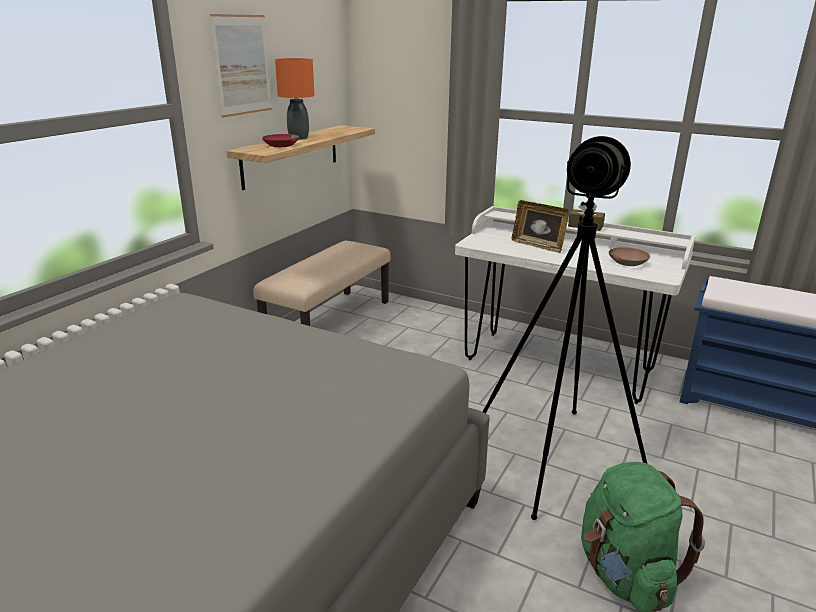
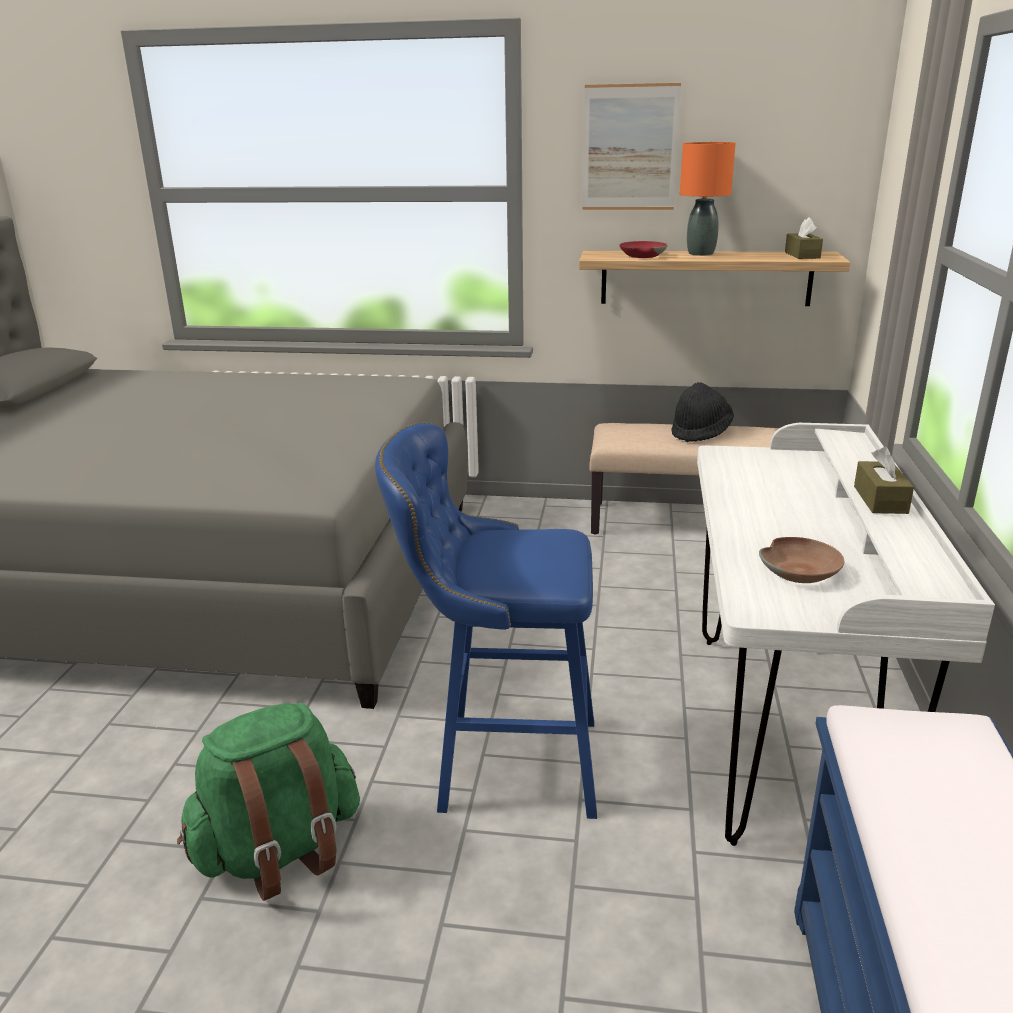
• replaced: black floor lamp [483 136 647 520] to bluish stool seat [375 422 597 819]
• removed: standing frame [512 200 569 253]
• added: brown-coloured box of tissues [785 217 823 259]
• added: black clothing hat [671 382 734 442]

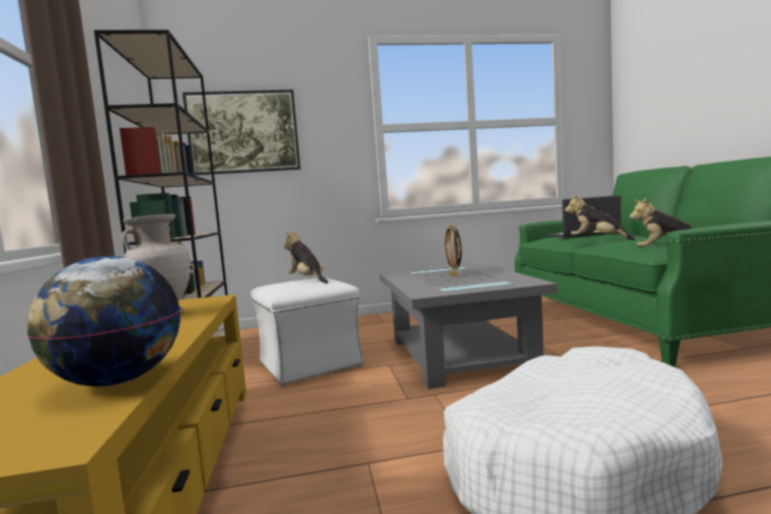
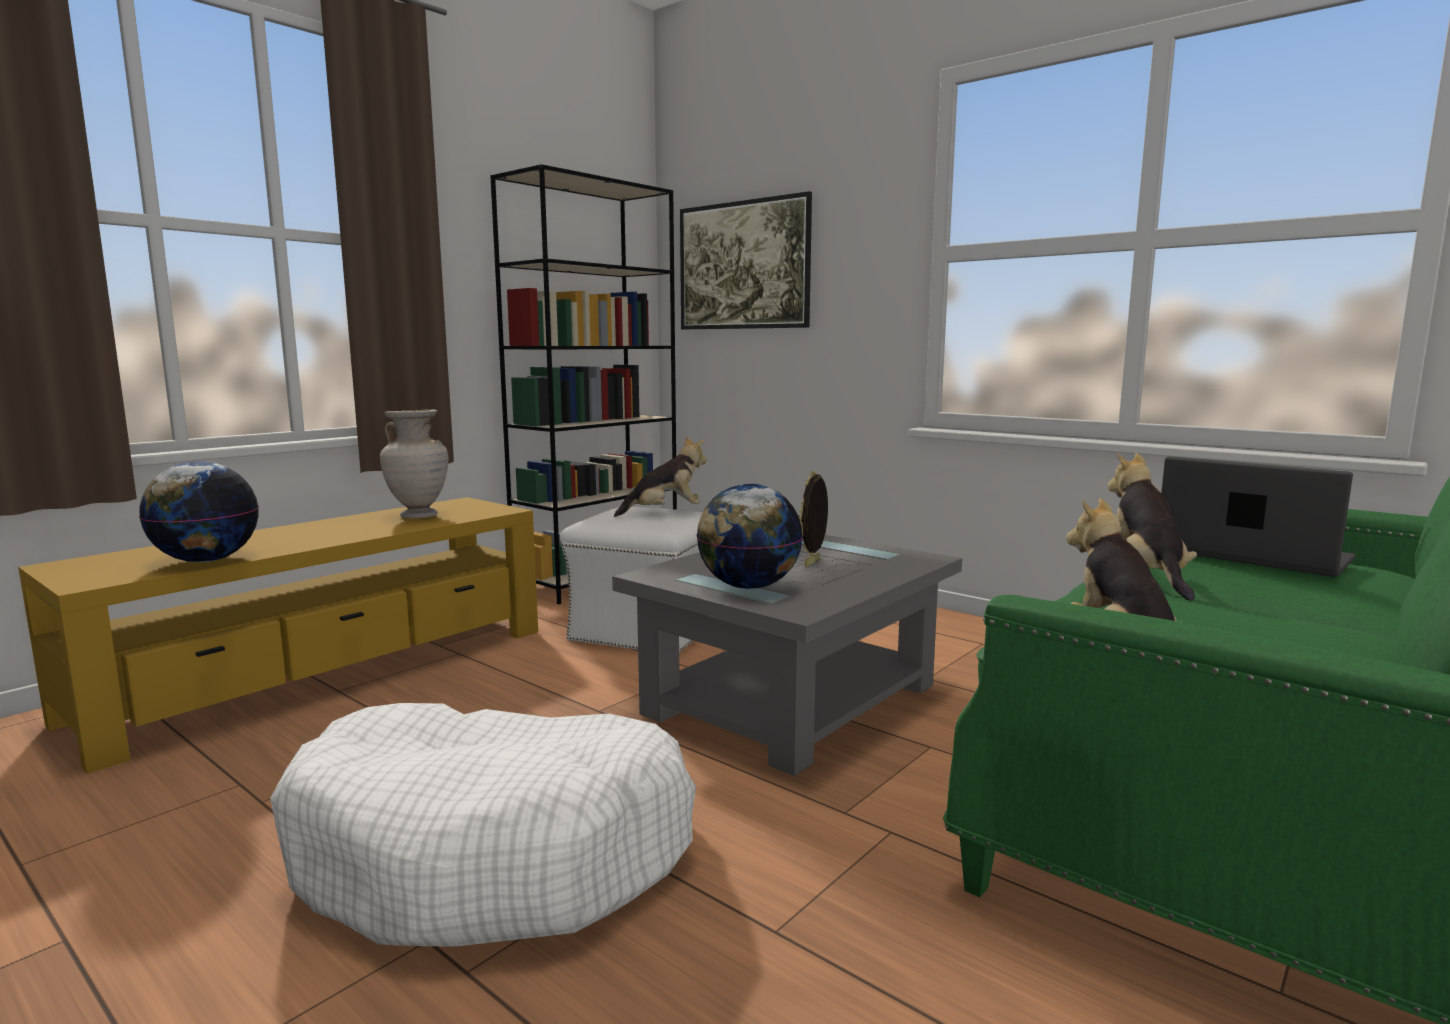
• turned: cuddly toy [284 231 328 284] = [614 436 707 517] 60 degrees clockwise
• added: desk globe [697 484 803 589]

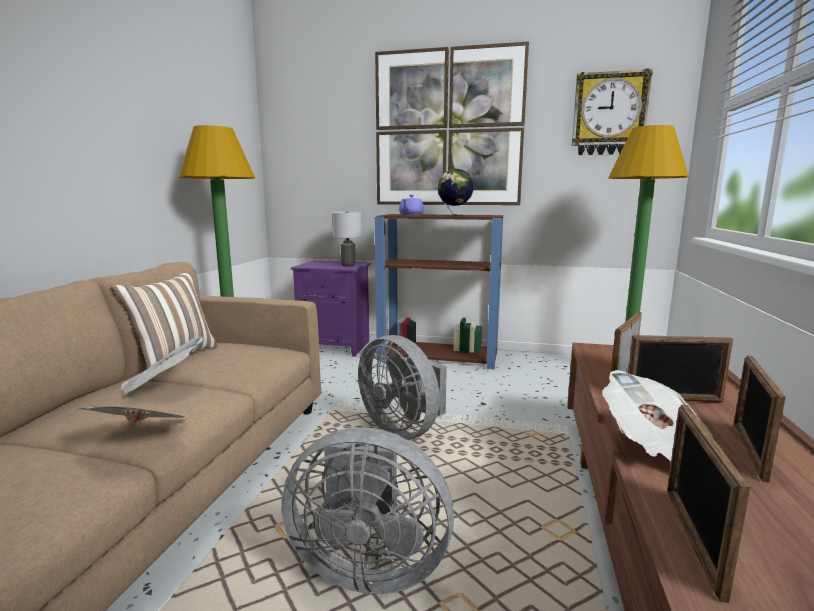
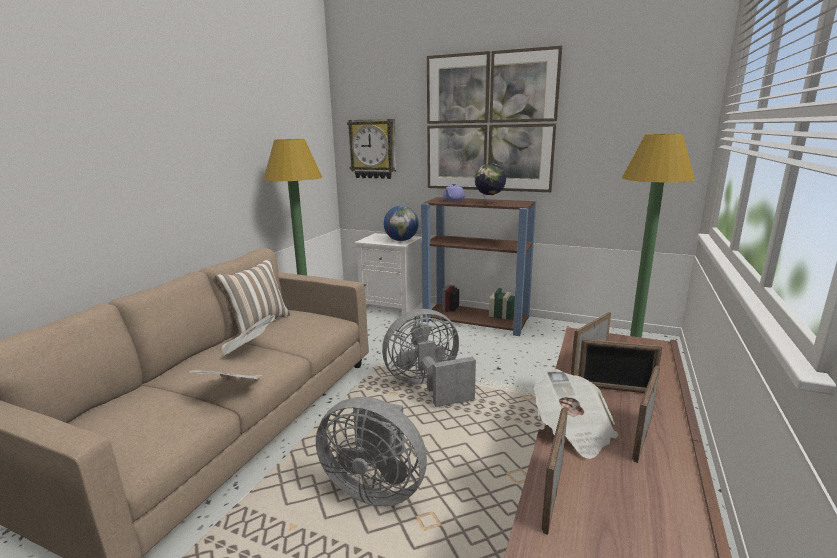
• moved: wall clock [572 68 653 155] to [347 119 396 179]
• replaced: white-coloured lamp for a table [332 211 362 266] to desk globe [384 206 419 241]
• recoloured: purple-coloured nightstand [291 261 371 357] to white-coloured nightstand [355 233 421 314]
• turned: gray cooling fan [358 335 447 440] = [382 309 476 407] 105 degrees clockwise

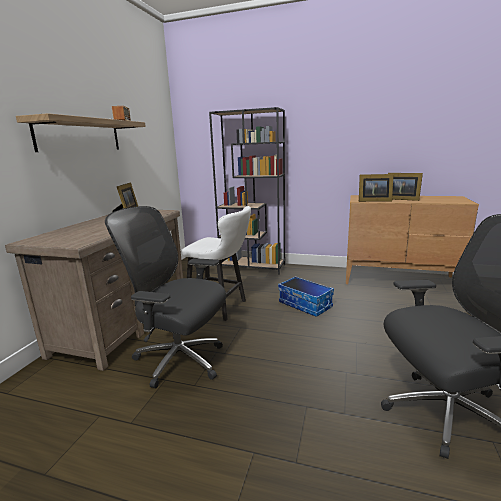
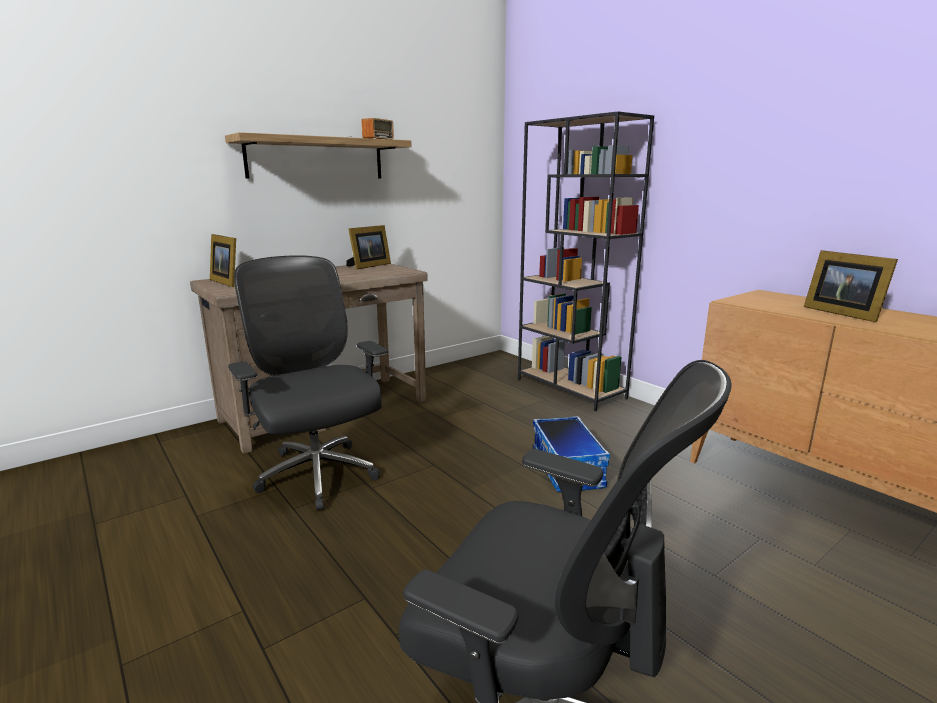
• moved: standing frame [359 174 394 202] to [210 234 236 287]
• removed: white-coloured stool seat [182 206 251 321]

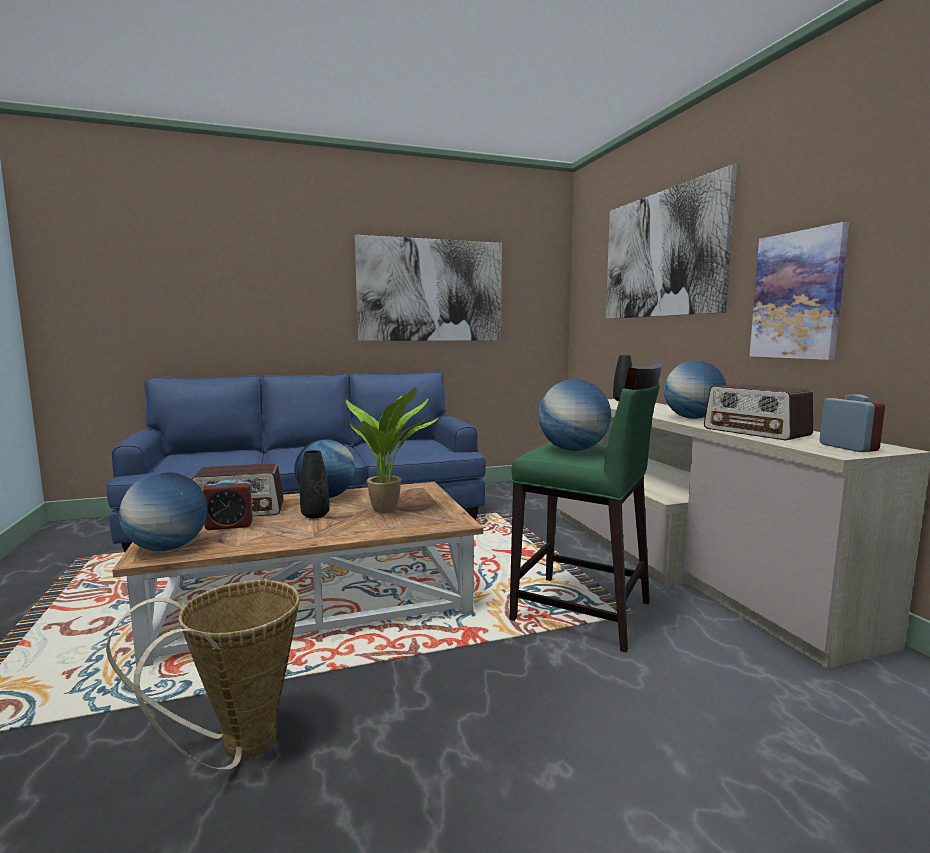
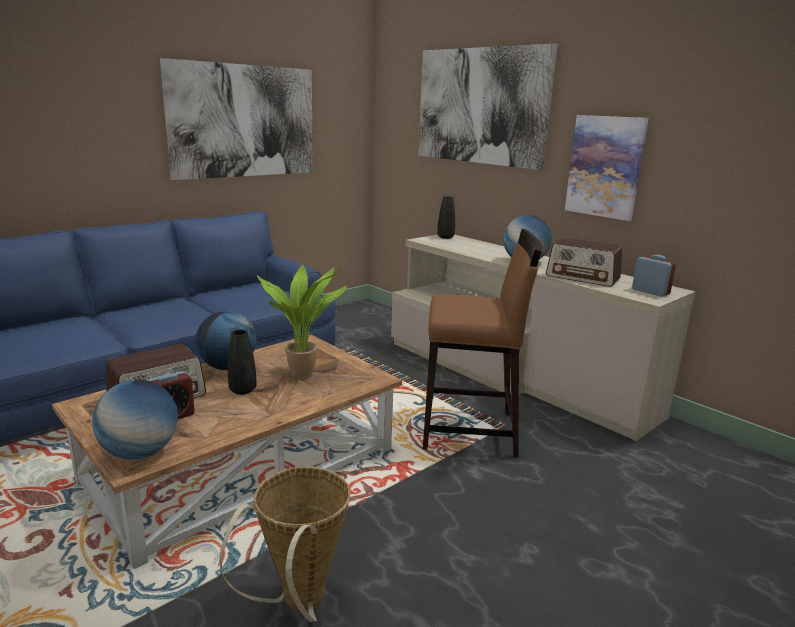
• recoloured: green-coloured stool seat [509 362 663 653] to brown-coloured stool seat [423 229 542 458]
• removed: desk globe [538 379 611 451]

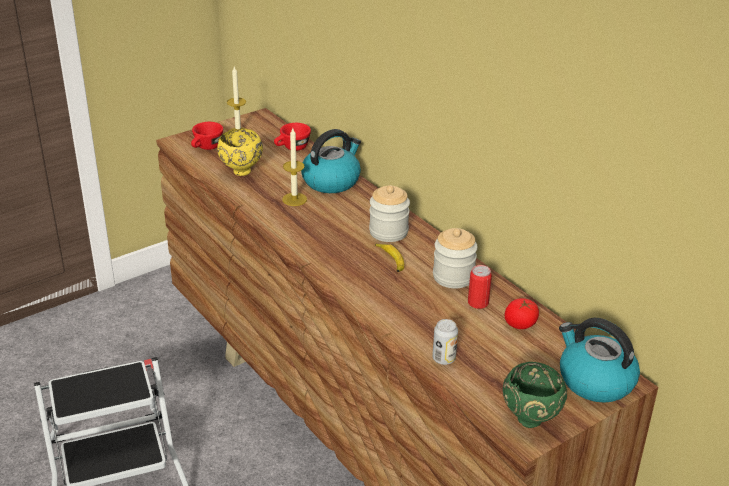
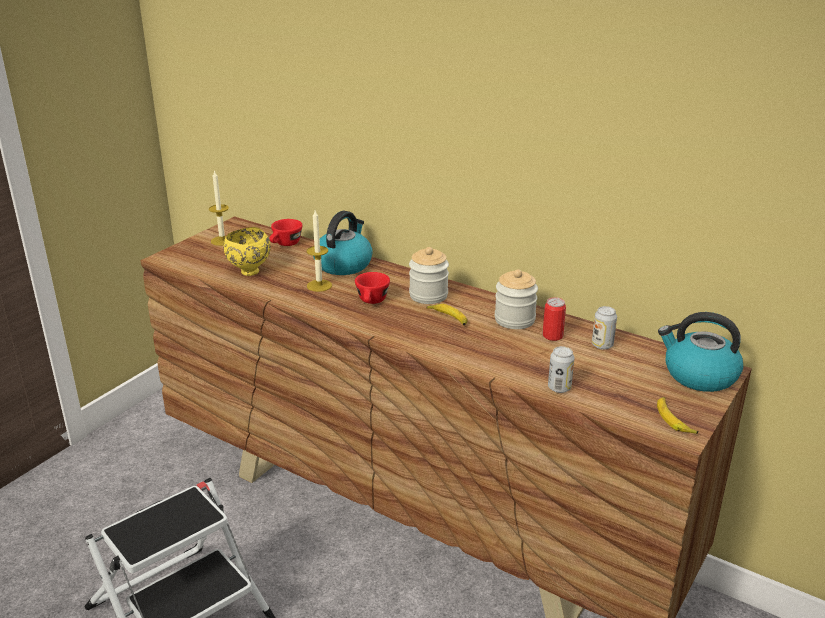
• moved: reddish cup [191 122 223 150] to [355 272 390 304]
• replaced: tomato [505 298 539 329] to sealed can [592 306 617 350]
• replaced: green-coloured deep dish [503 362 567 428] to banana [657 397 698 434]

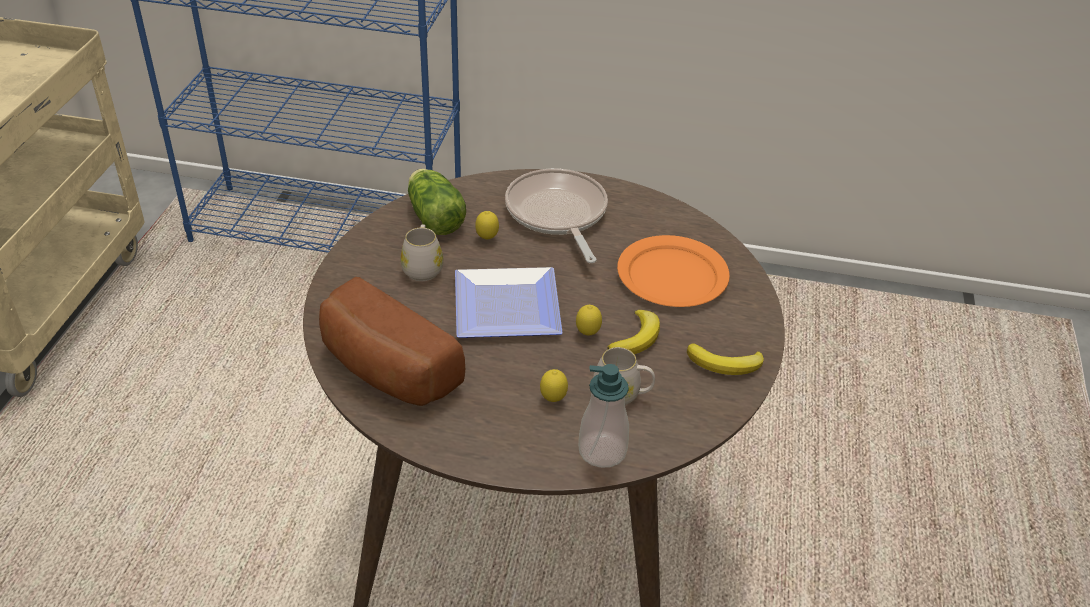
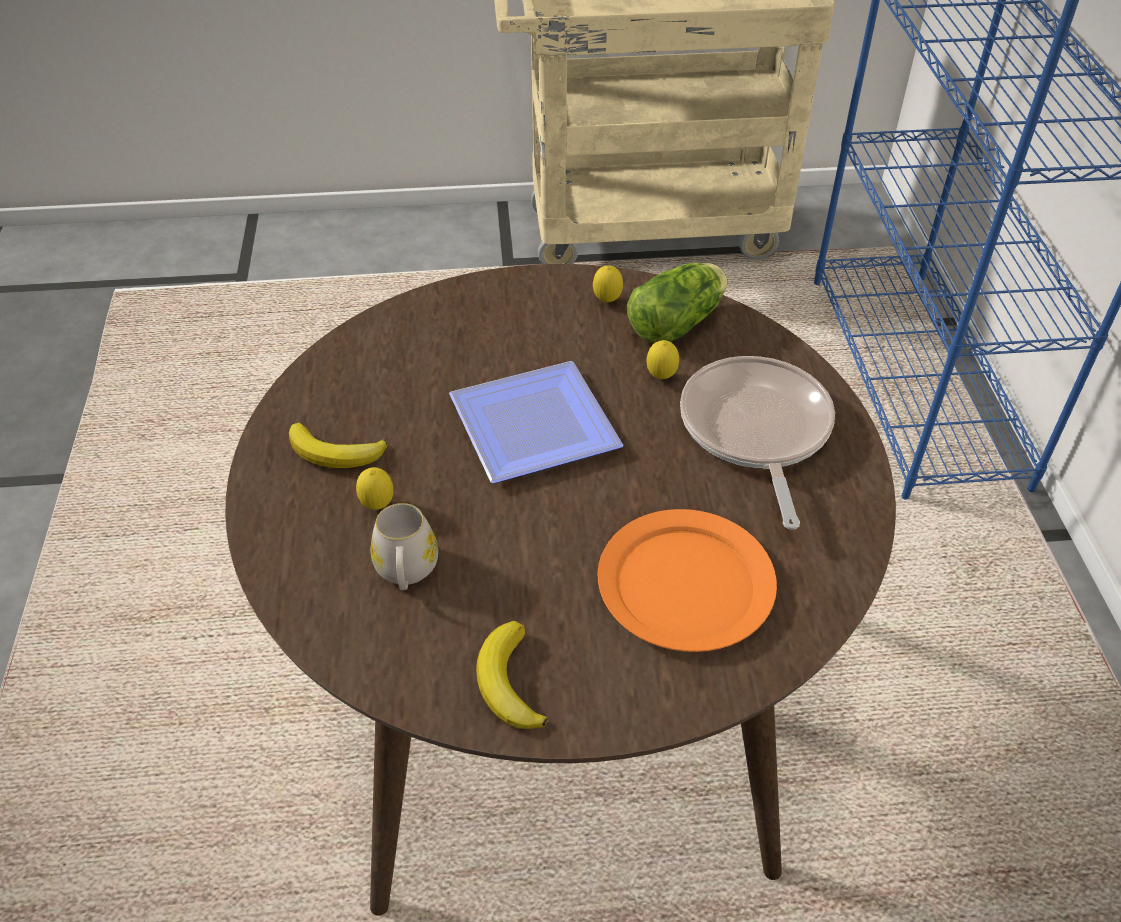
• turned: skillet [505 168 608 263] = [680 356 835 530] 60 degrees counterclockwise
• removed: white-coloured mug [400 224 443 281]
• removed: baked bread [319 277 465 406]
• moved: citrus fruit [576 305 602 335] to [593 265 623 302]
• moved: banana [607 310 660 354] to [289 423 387 468]
• removed: soap dispenser [578 364 629 468]

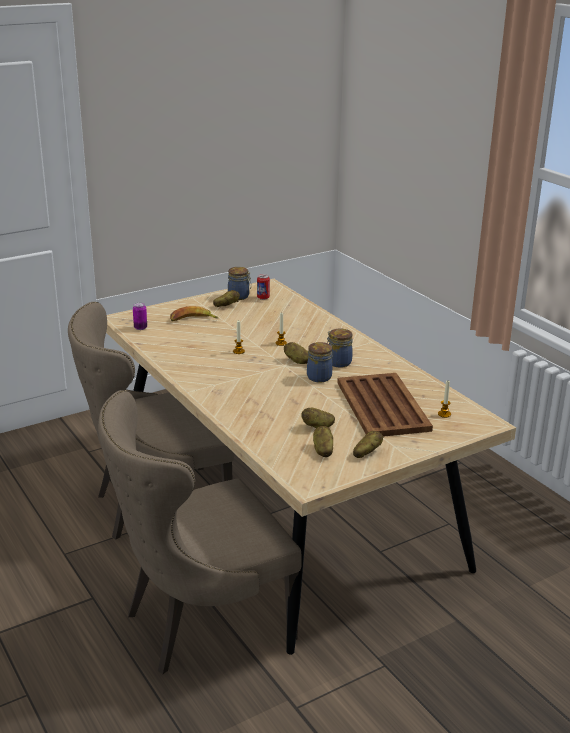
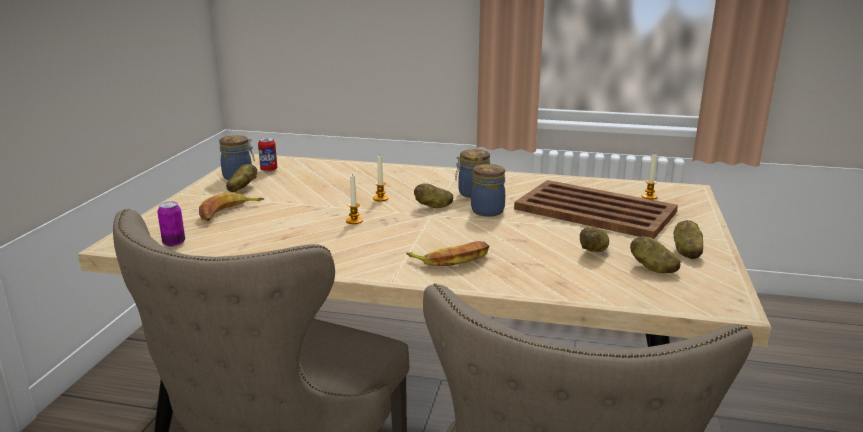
• added: banana [406 241 489 266]

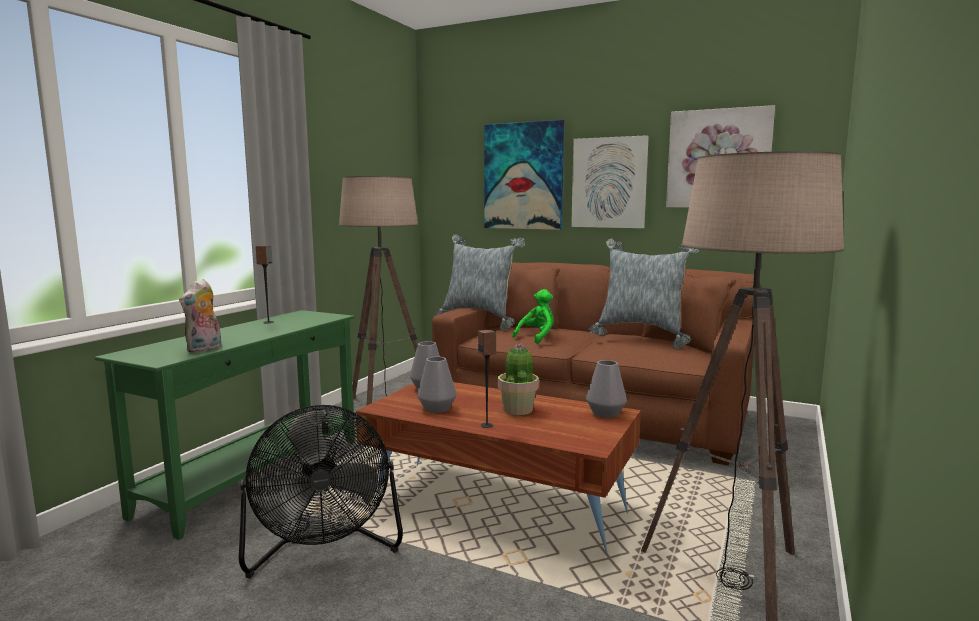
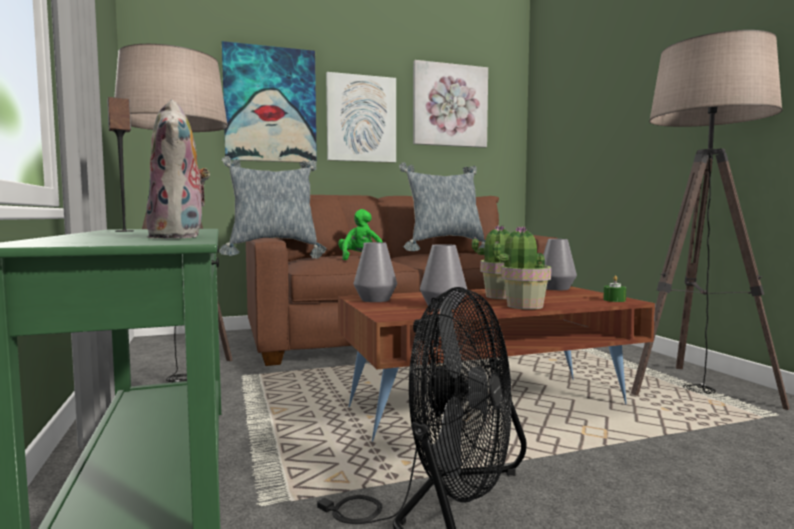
• replaced: audio speaker [478 330 496 428] to houseplant [493 226 551 310]
• added: green-coloured candle [603 276 626 302]

